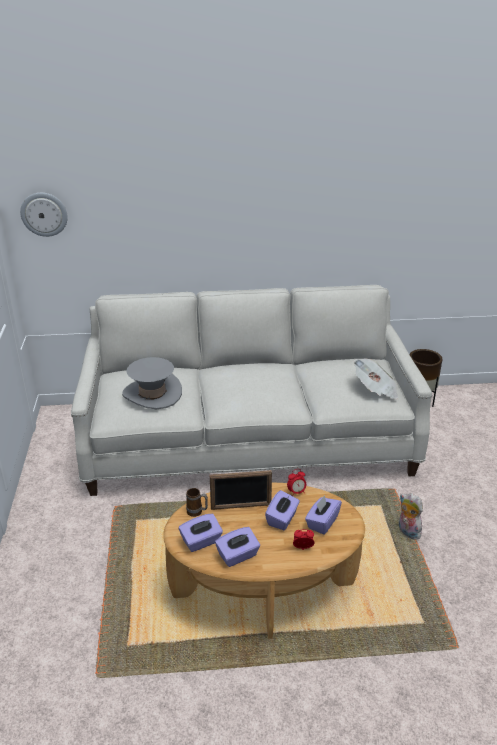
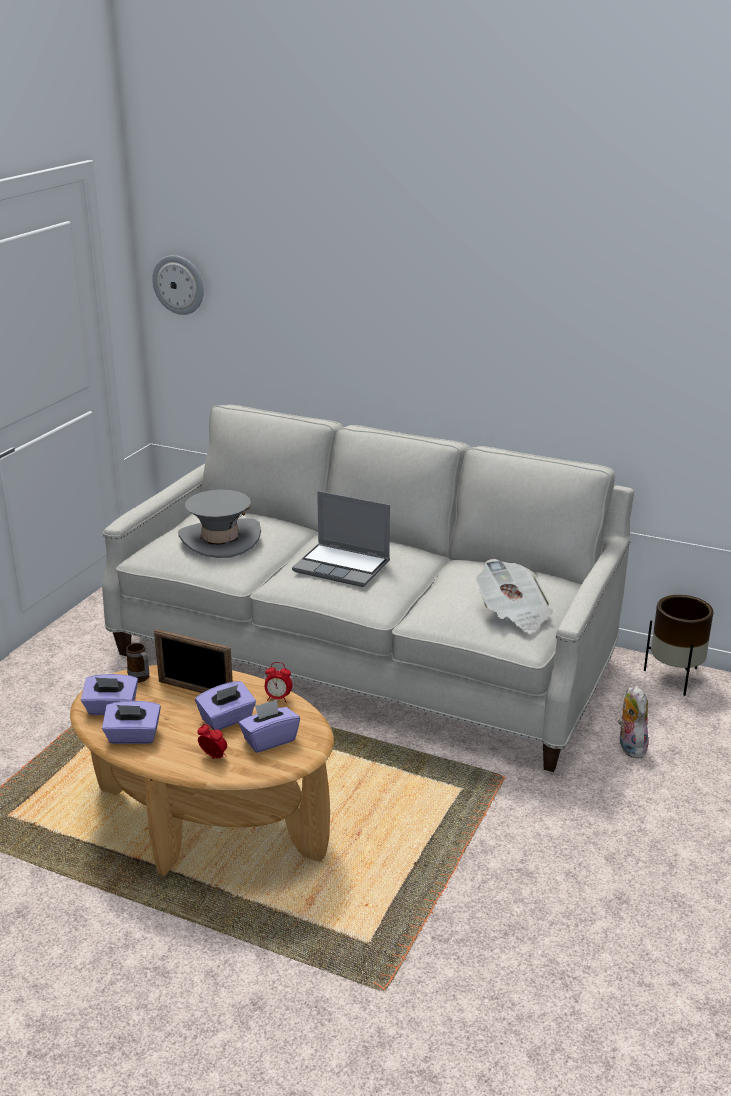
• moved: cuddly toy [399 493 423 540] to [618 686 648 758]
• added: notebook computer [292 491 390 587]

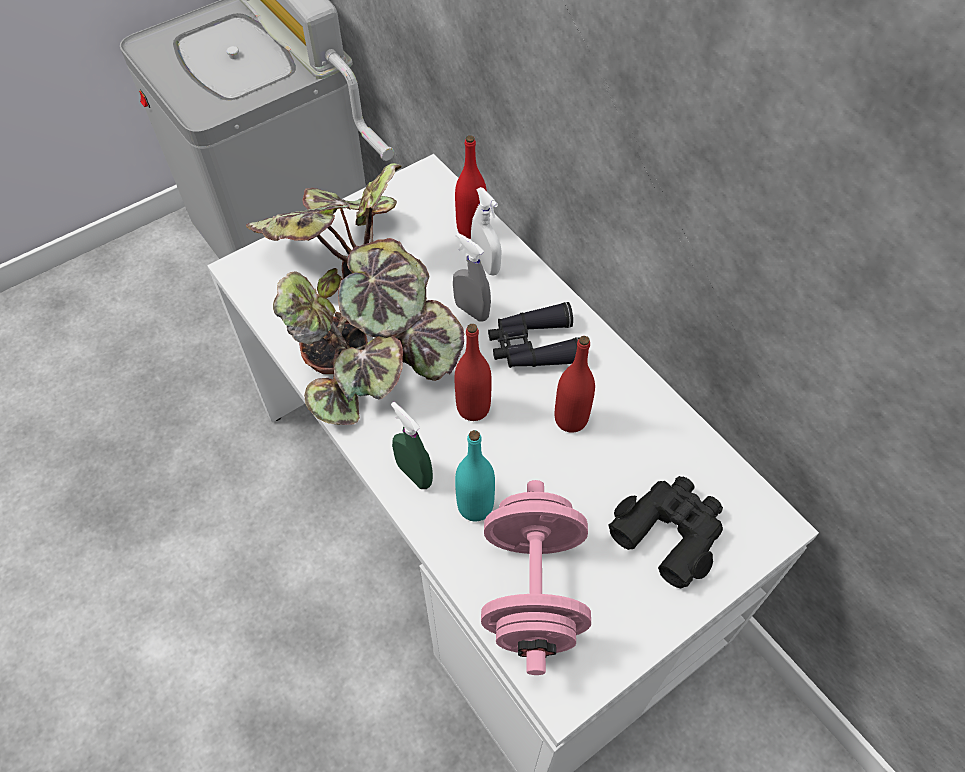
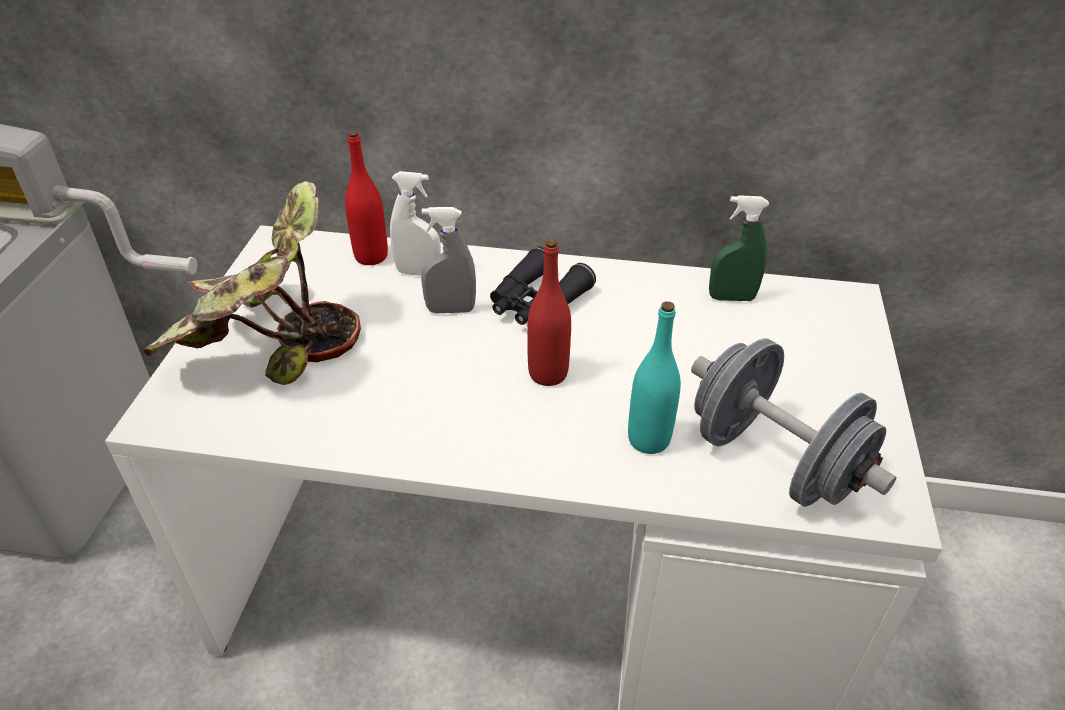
• removed: houseplant [273 238 464 425]
• removed: reddish beverage bottle [555 336 595 433]
• moved: green-coloured sprayer [391 402 433 489] to [709 195 769 301]
• removed: black binoculars [609 476 723 588]
• recoloured: pink-coloured hand weight [481 480 591 675] to gray hand weight [691 338 896 507]

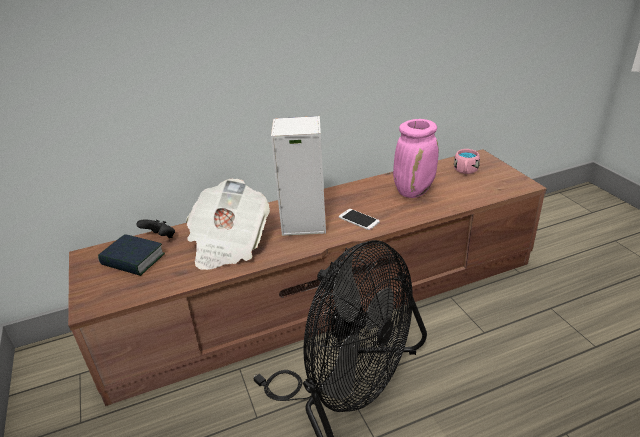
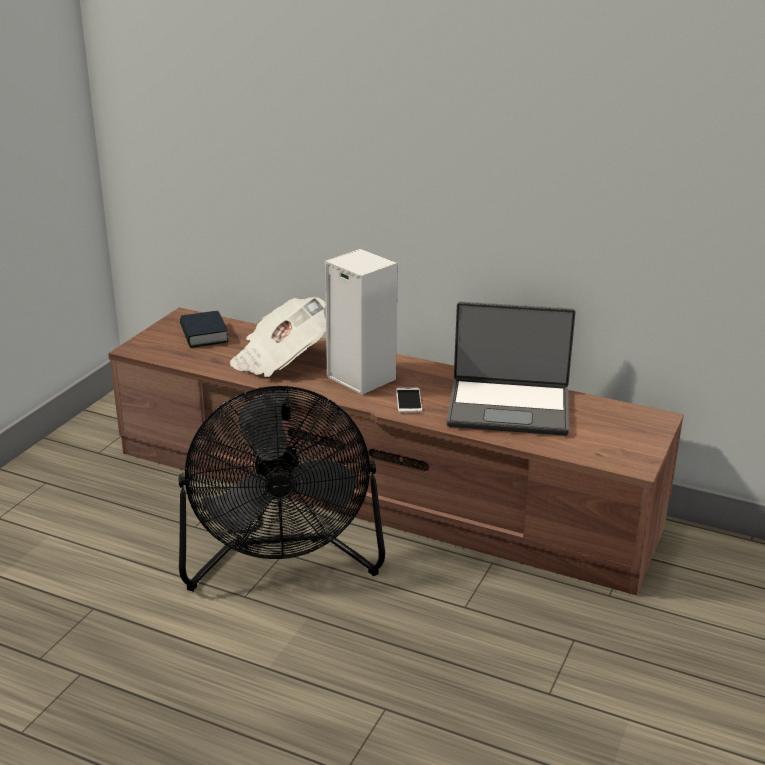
• replaced: pink-coloured flower vase [393 119 439 198] to notebook computer [447 302 575 436]
• removed: pink-coloured mug [454 149 480 174]
• removed: black gamepad [136 219 175 238]

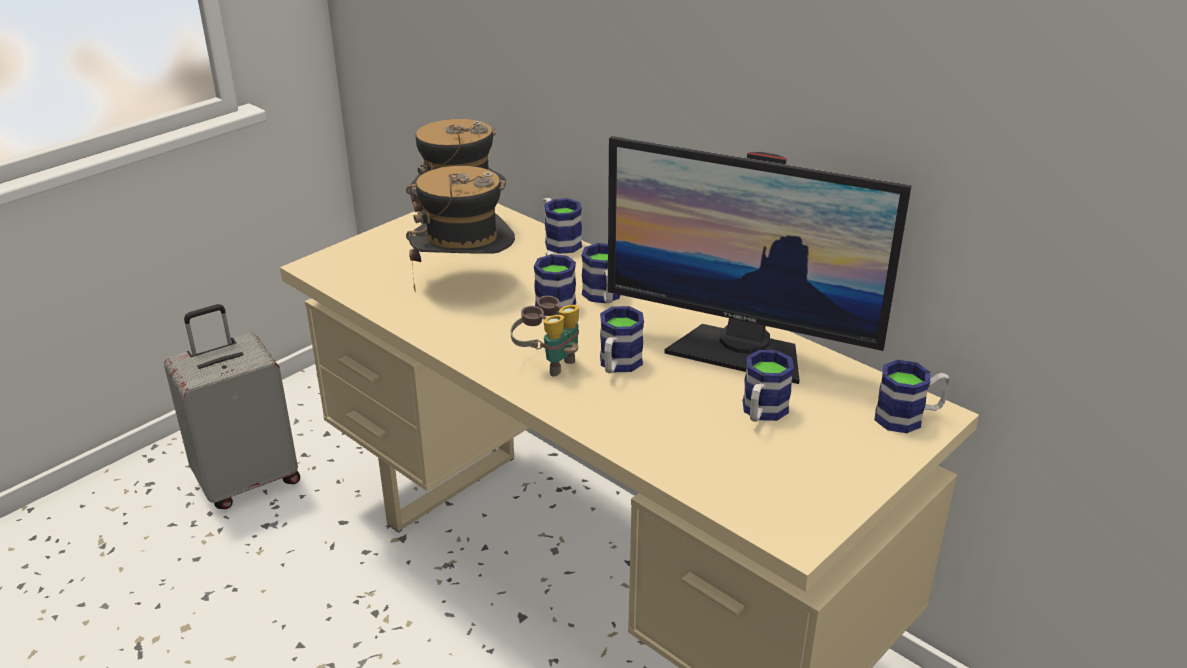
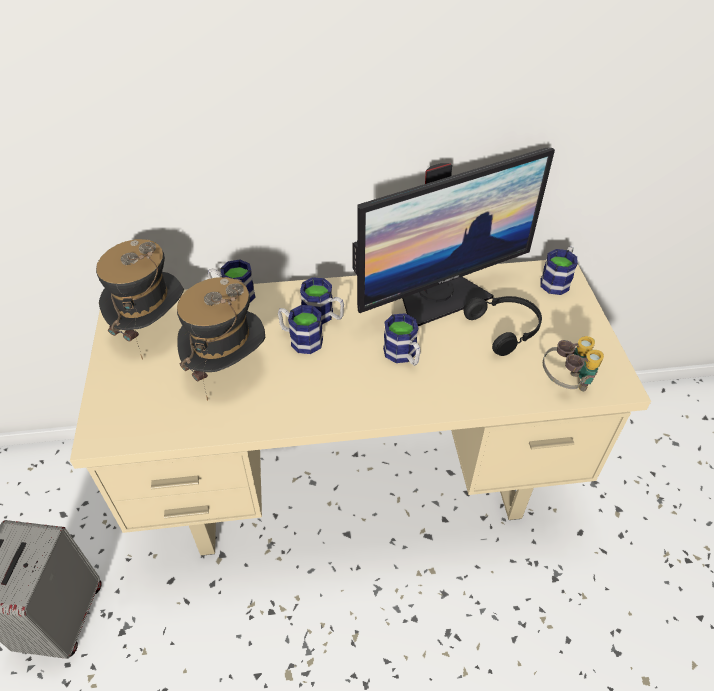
• moved: binoculars [511 296 579 377] to [543 336 604 392]
• replaced: mug [743 350 794 422] to black headphones [463 296 542 356]

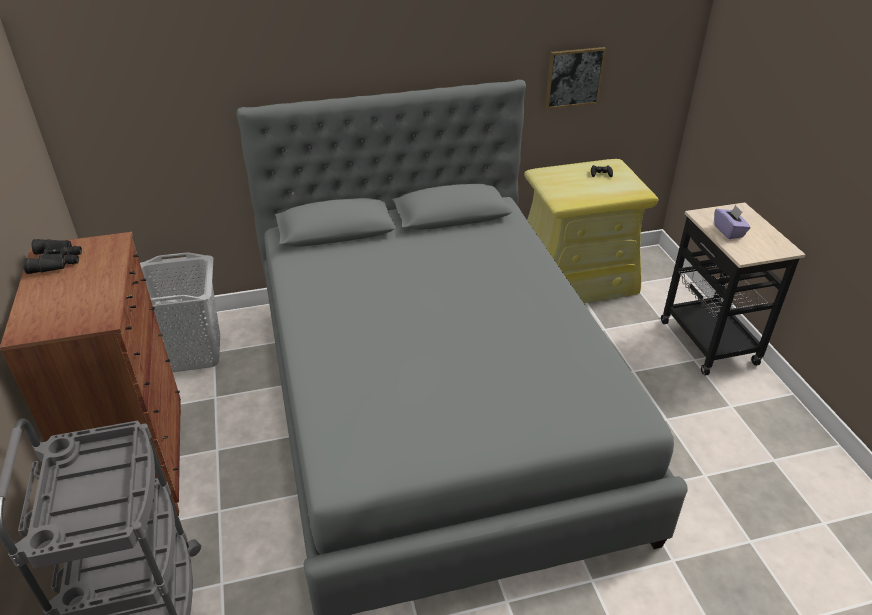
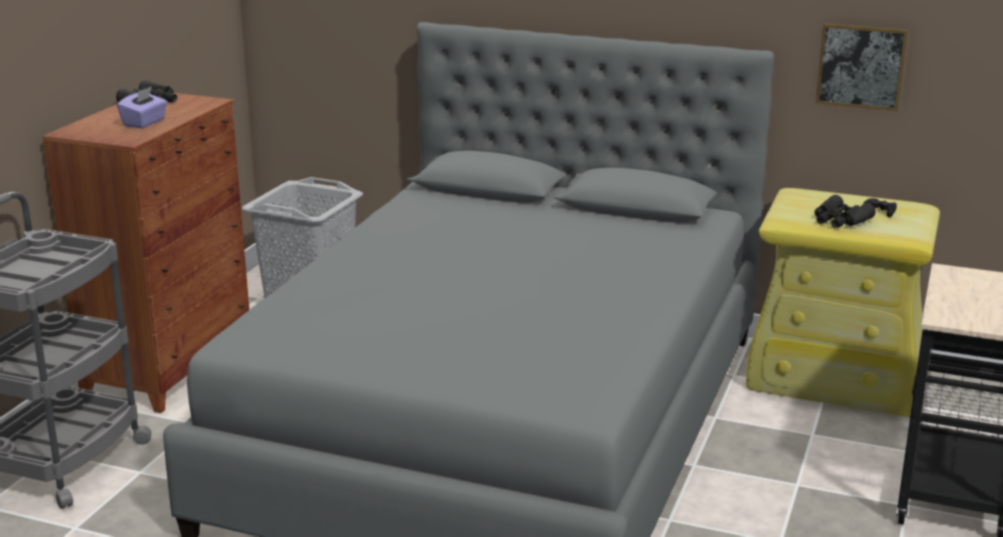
• moved: purple-coloured box of tissues [714 205 751 239] to [117 86 168 128]
• added: black binoculars [814 195 876 228]

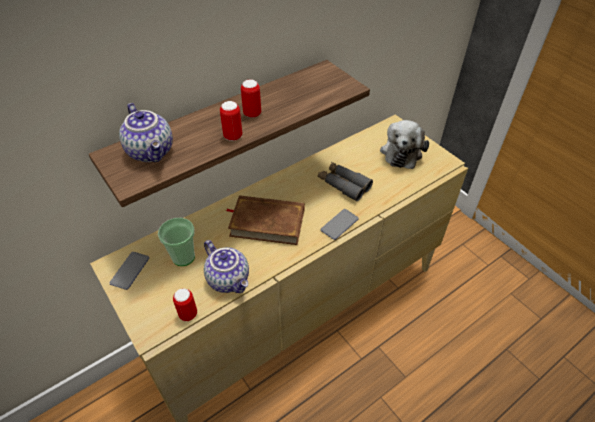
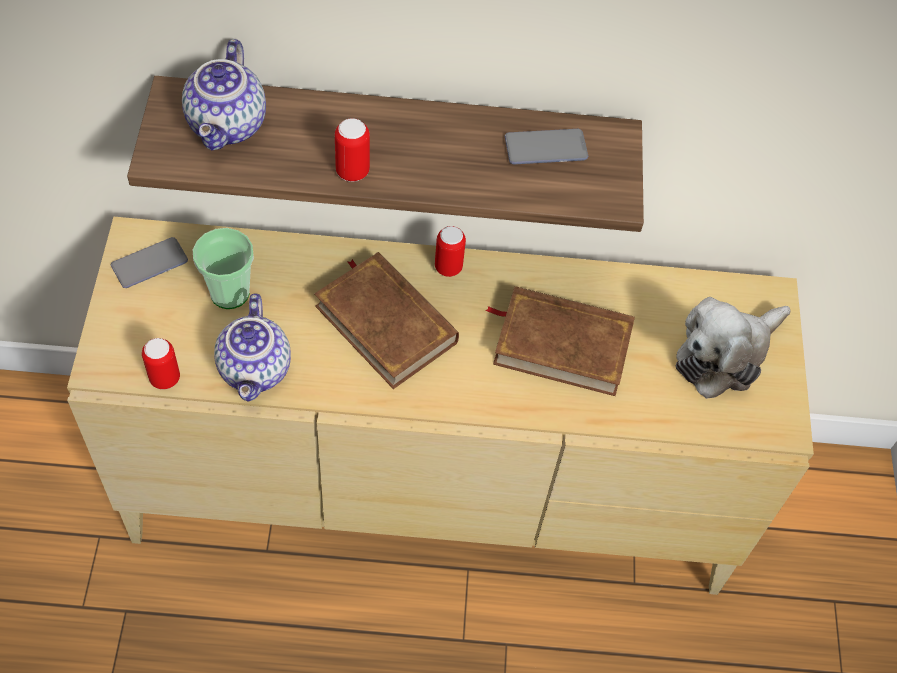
• moved: sealed can [241 79 261 118] to [435 226 466 277]
• replaced: gray binoculars [318 162 373 201] to brown-coloured book [485 286 635 396]
• moved: phone [321 209 359 240] to [505 129 588 164]

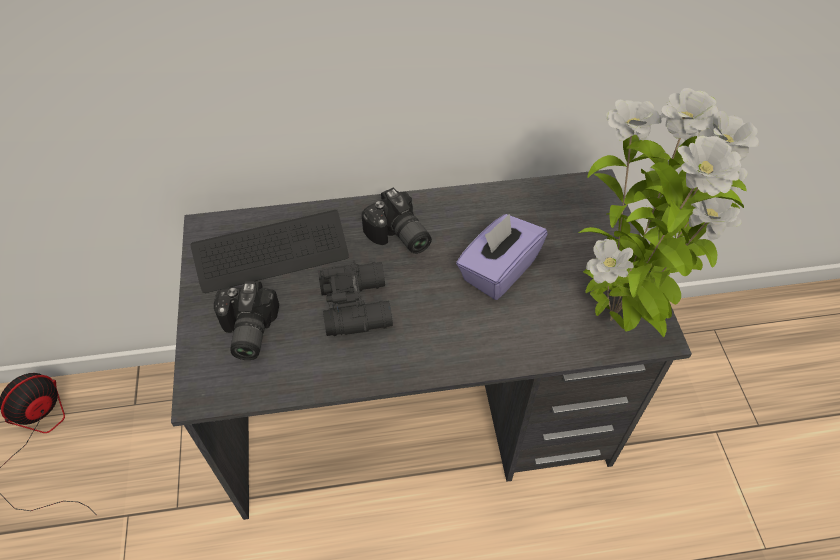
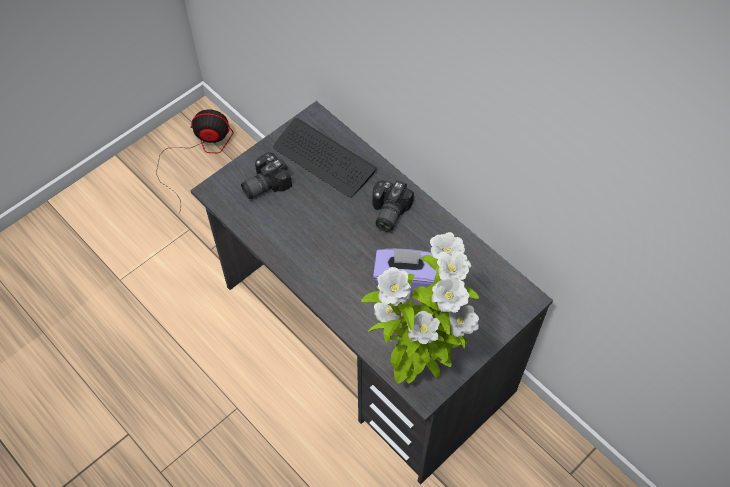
• removed: black binoculars [318 261 393 336]

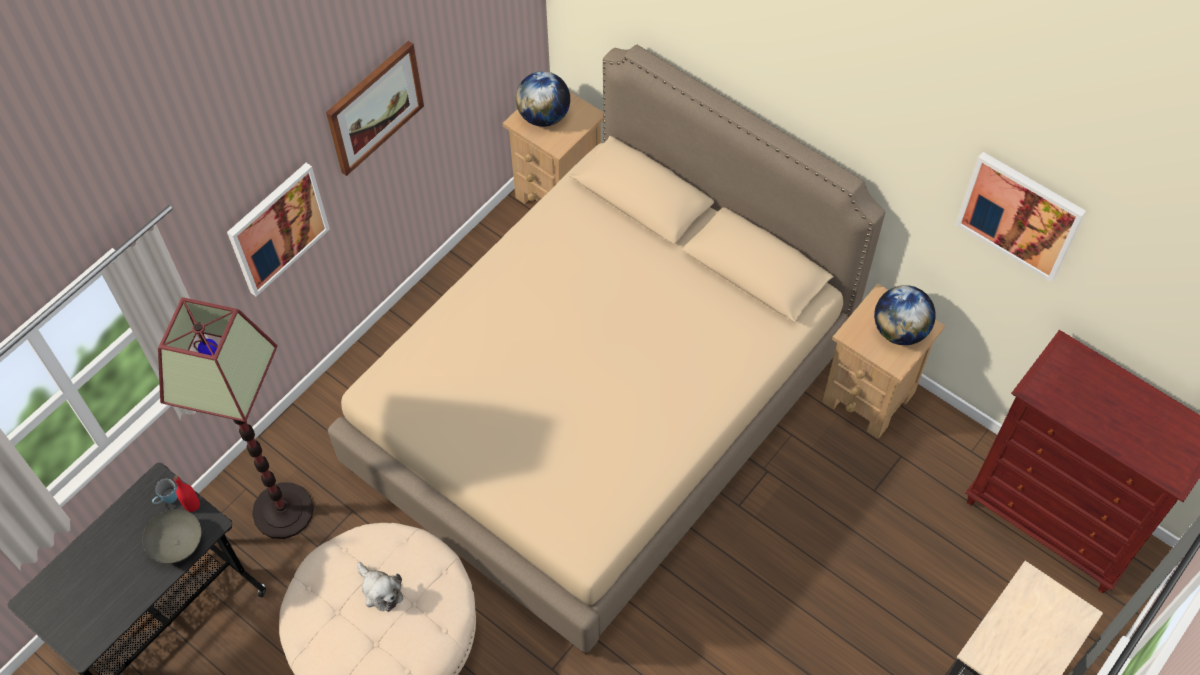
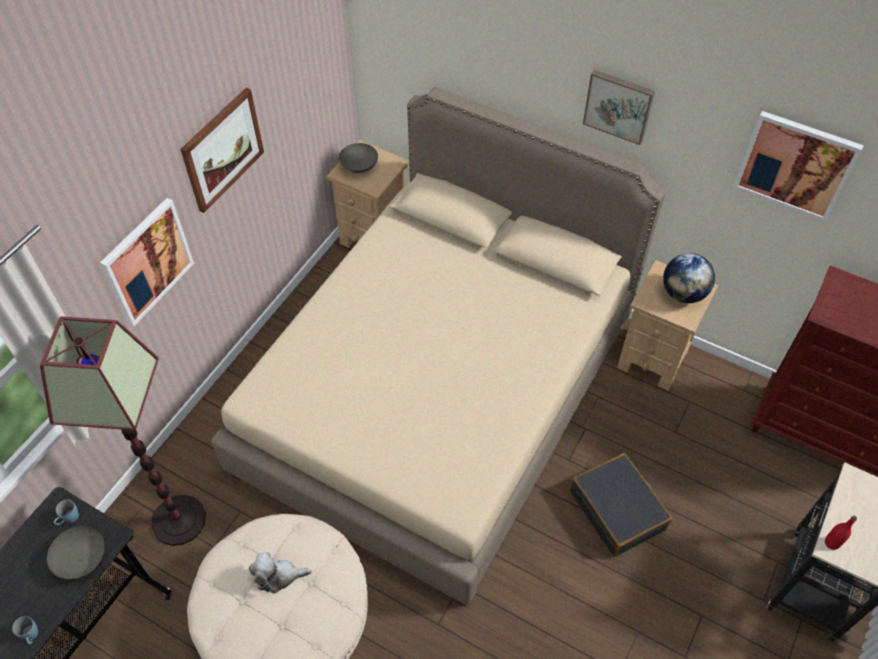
• replaced: desk globe [516 71 570 127] to gray deep dish [339 143 378 173]
• moved: reddish beverage bottle [174 475 200 512] to [825 516 857 550]
• turned: cuddly toy [357 562 403 612] = [249 552 312 593] 135 degrees clockwise
• added: wall picture [583 70 655 145]
• added: black piece of luggage [570 453 672 557]
• added: bluish mug [12 616 38 645]

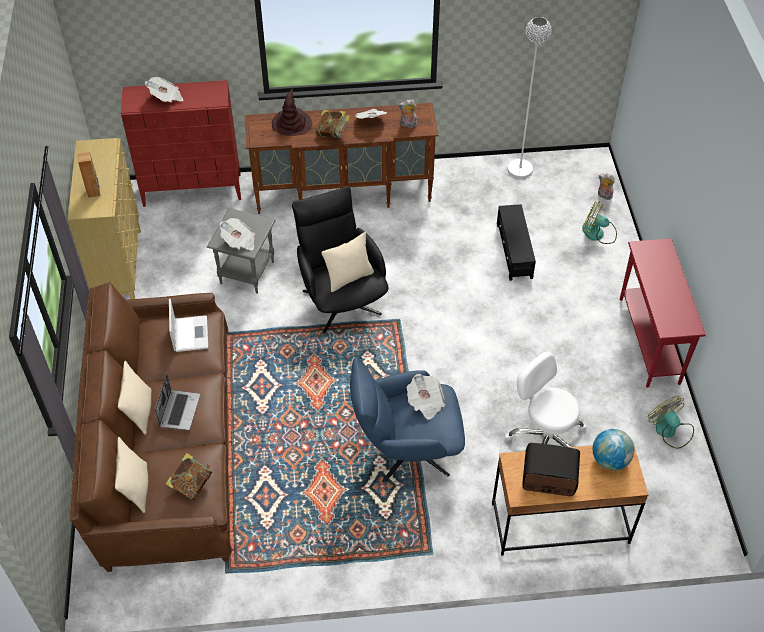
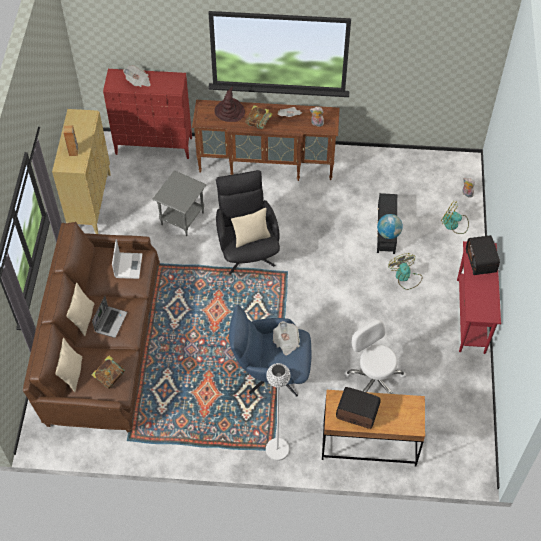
• moved: white-coloured floor lamp [508 17 552 178] to [266 363 291 461]
• removed: printed paper [219 218 255 250]
• moved: cooling fan [648 396 694 449] to [388 253 423 290]
• moved: desk globe [593 429 634 470] to [377 214 403 239]
• added: radio [466 235 500 275]

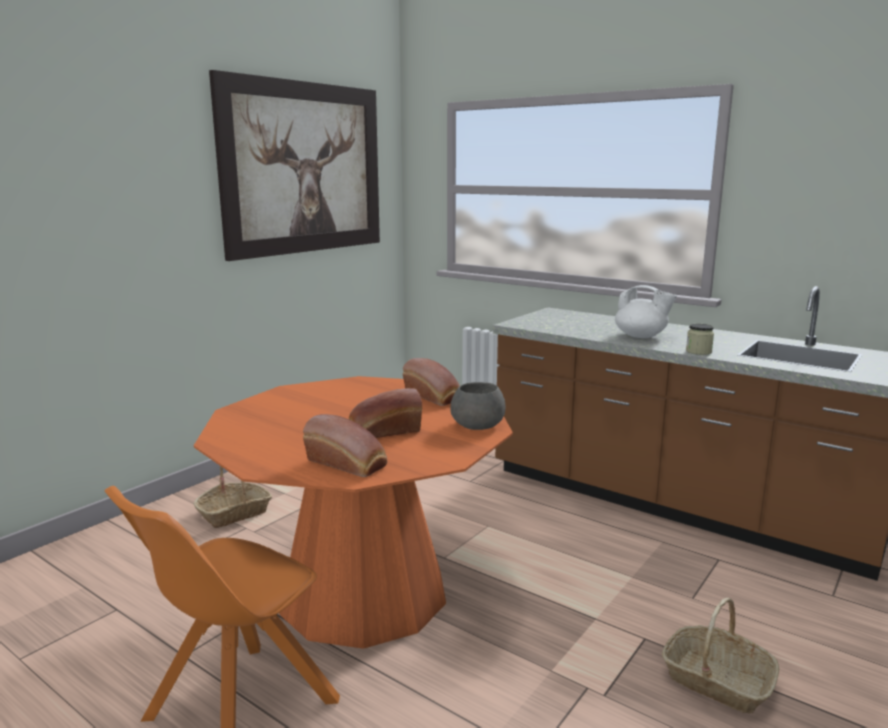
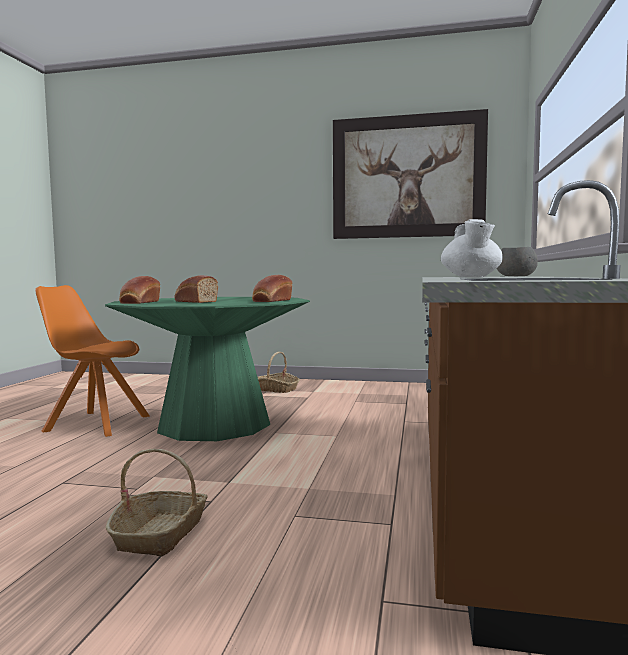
• removed: storage jar [686 324 714 355]
• recoloured: orangey dining table [194 376 513 649] to green-coloured dining table [105 297 310 441]
• moved: gray deep dish [451 382 505 430] to [497 247 538 276]

